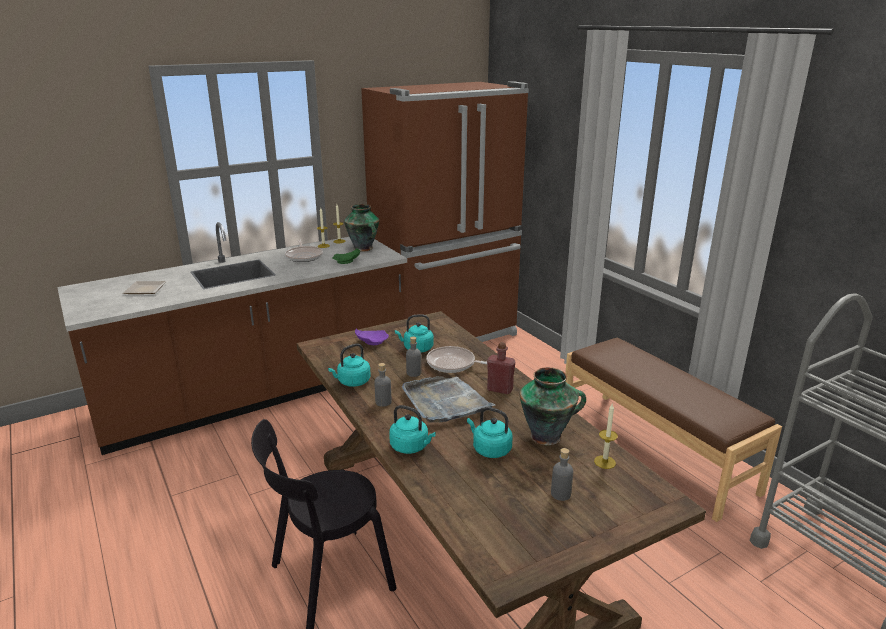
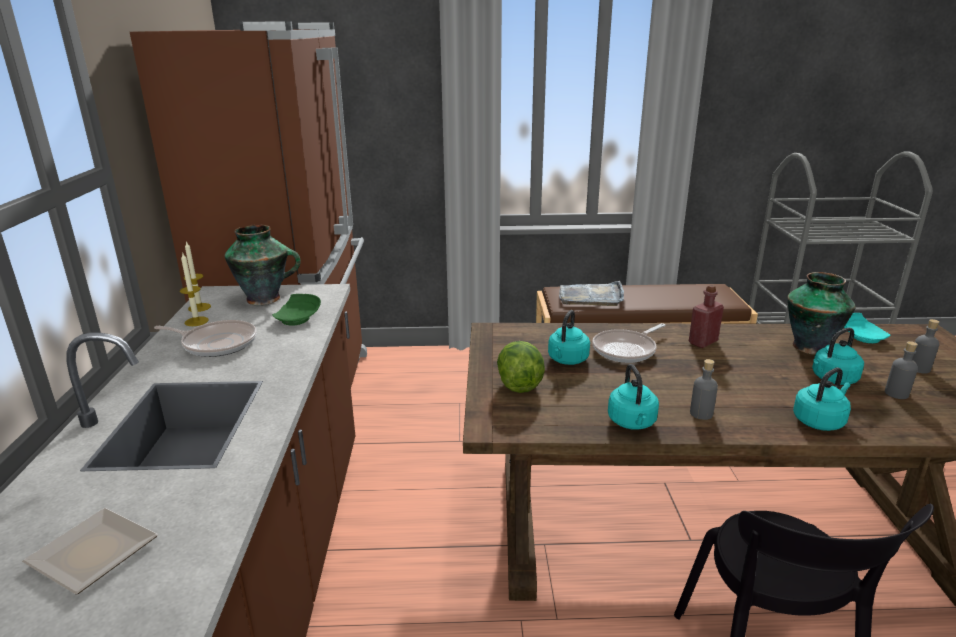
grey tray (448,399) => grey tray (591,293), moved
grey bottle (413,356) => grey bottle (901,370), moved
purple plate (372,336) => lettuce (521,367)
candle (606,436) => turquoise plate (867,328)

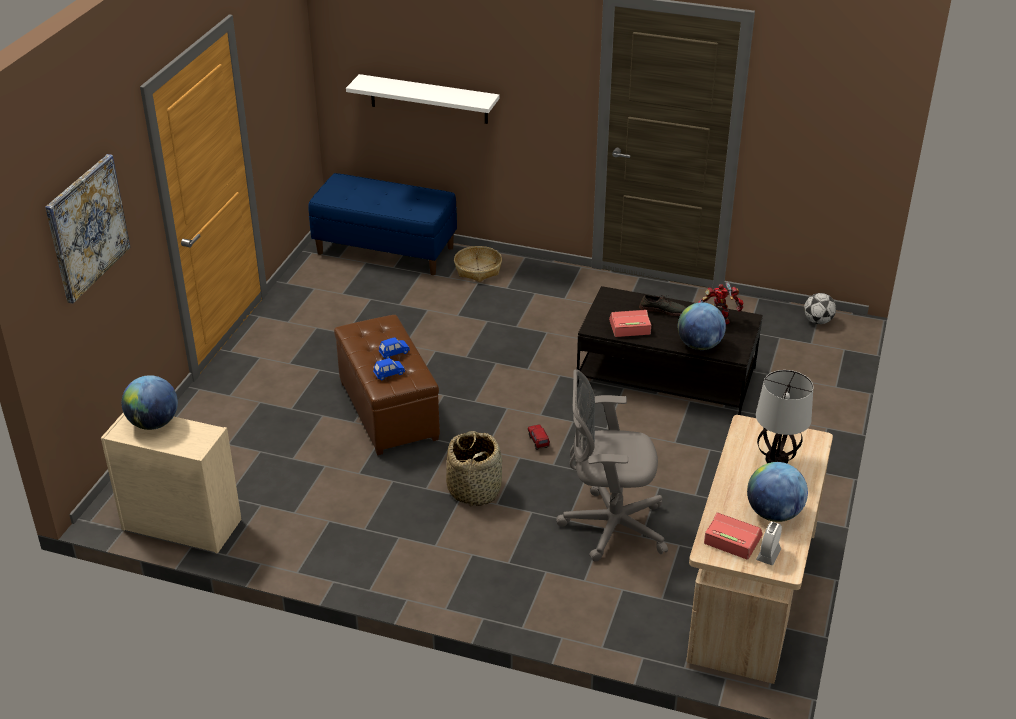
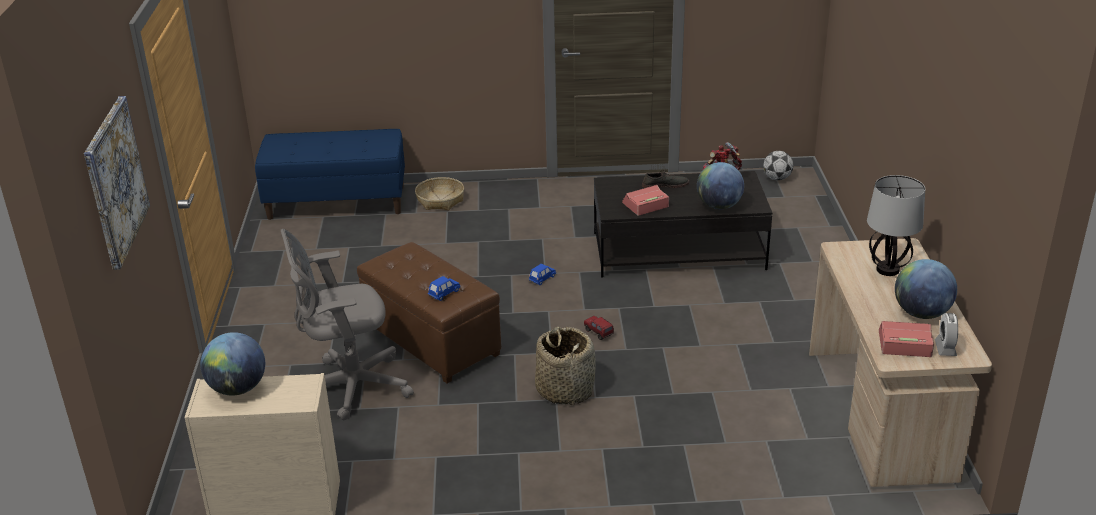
white shelf (423,99) => nothing
blue toy car (394,348) => blue toy car (542,274), moved
grey office chair (612,465) => grey office chair (347,324), moved

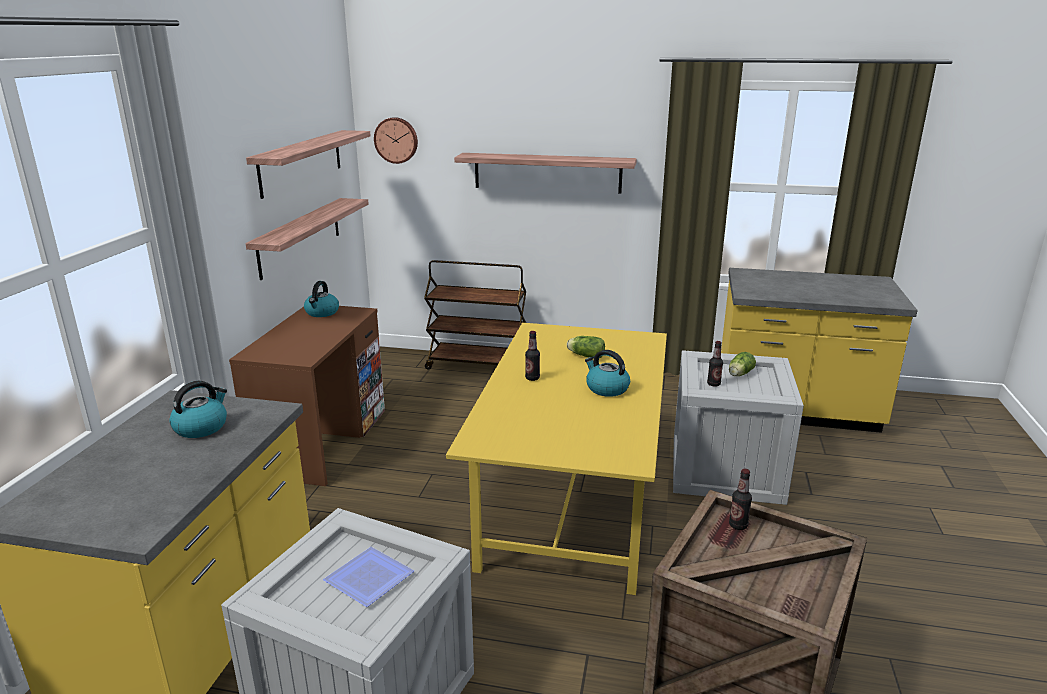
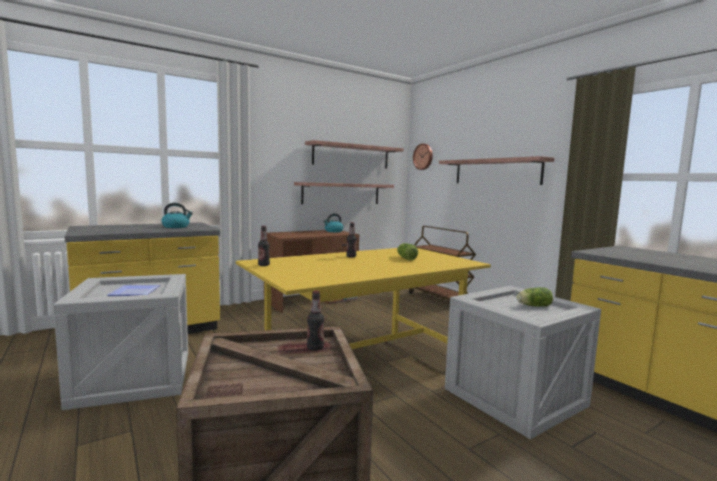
kettle (607,373) => nothing
bottle (715,364) => bottle (264,246), moved

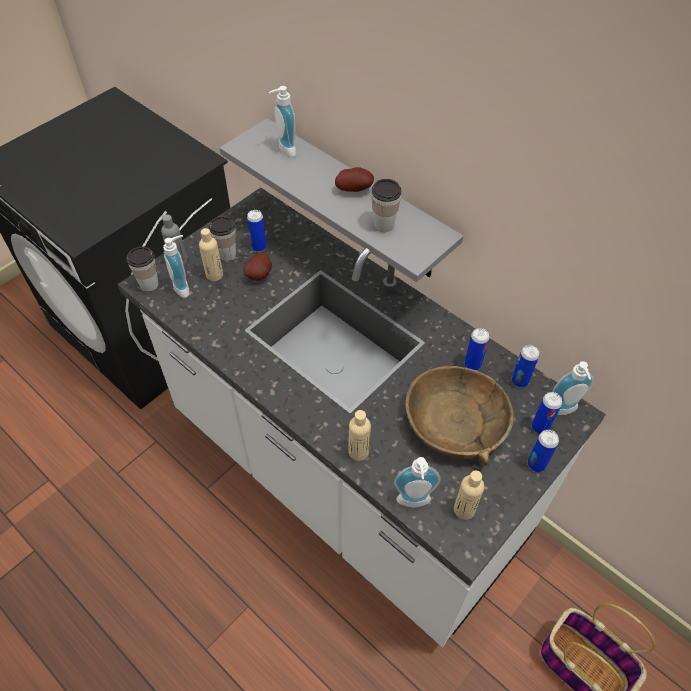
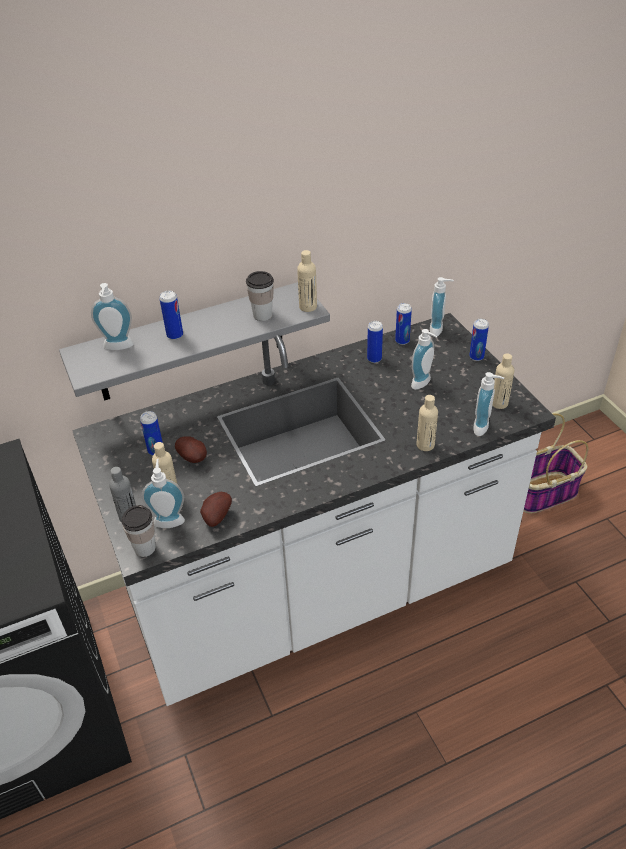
cup (222,238) => nothing
nothing => beige bottle (307,281)
potato (354,179) => potato (216,509), moved
can (547,413) => can (171,315), moved
brown bowl (459,416) => soap dispenser (424,359)

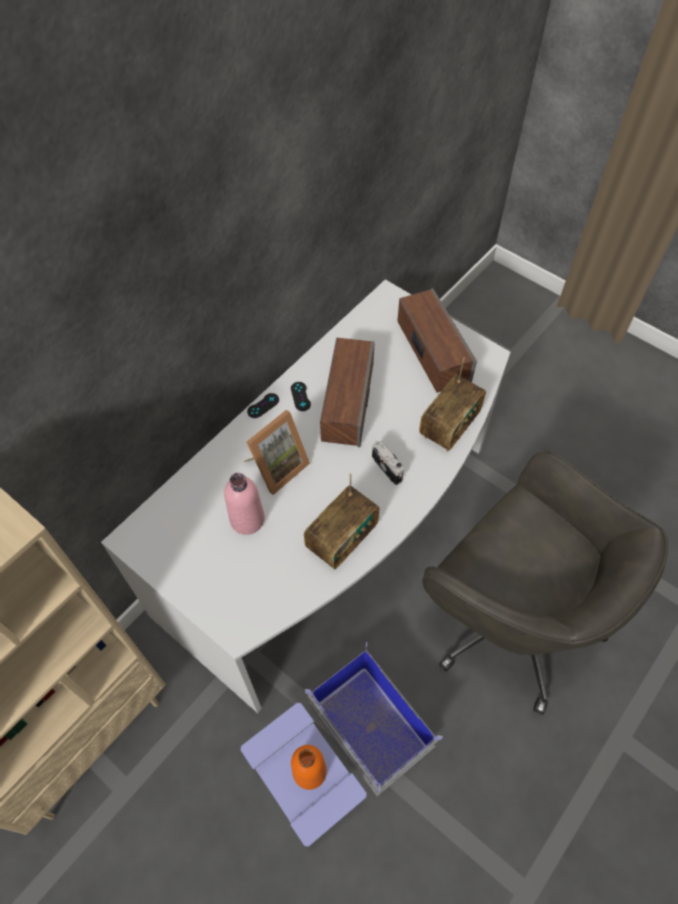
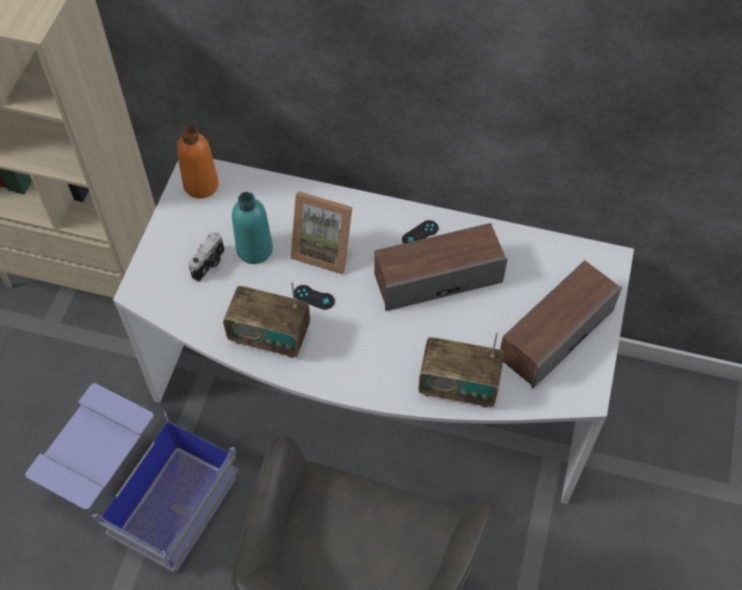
black game controller (263,405) => black game controller (314,297), moved
orange bottle (309,767) => orange bottle (198,162), moved
photo camera (388,463) => photo camera (206,257), moved
pink bottle (244,504) => turquoise bottle (252,228)

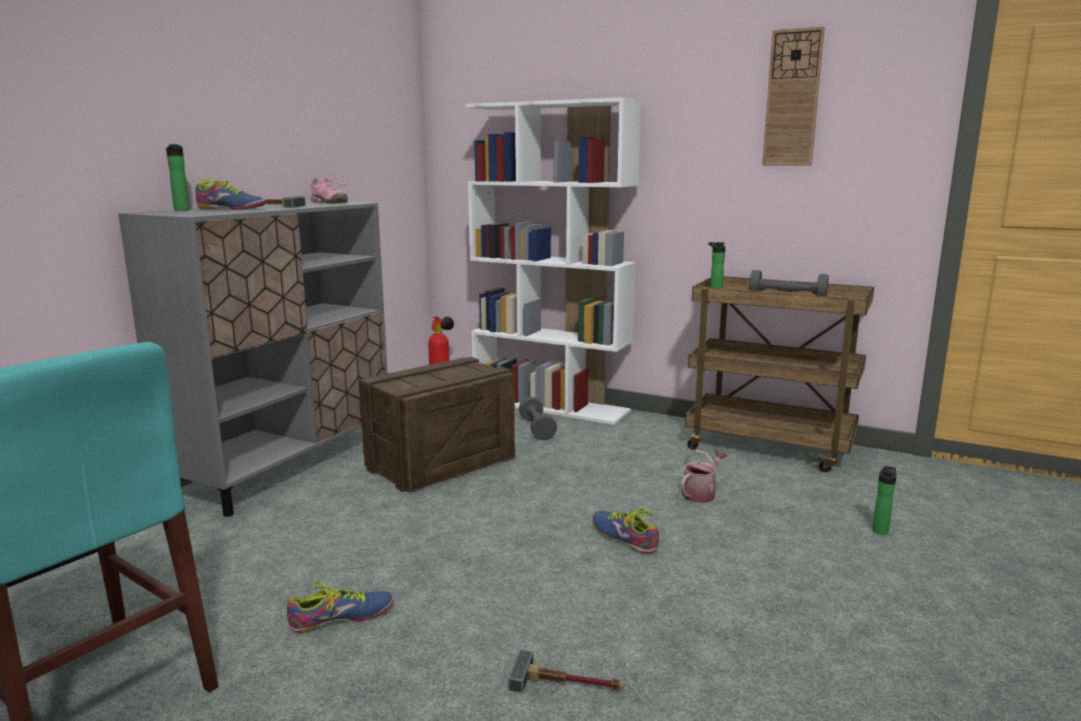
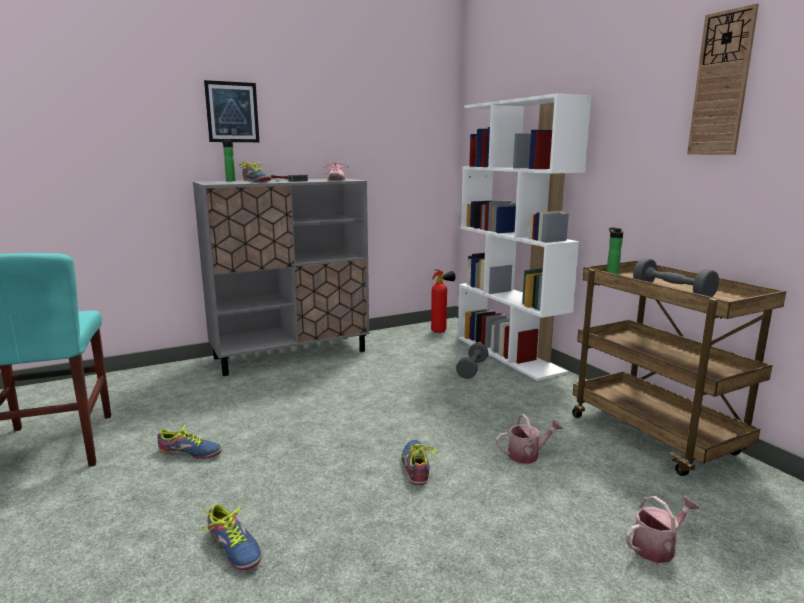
crate (436,425) => nothing
nothing => picture (231,111)
hammer (566,671) => shoe (232,537)
bottle (884,500) => watering can (662,529)

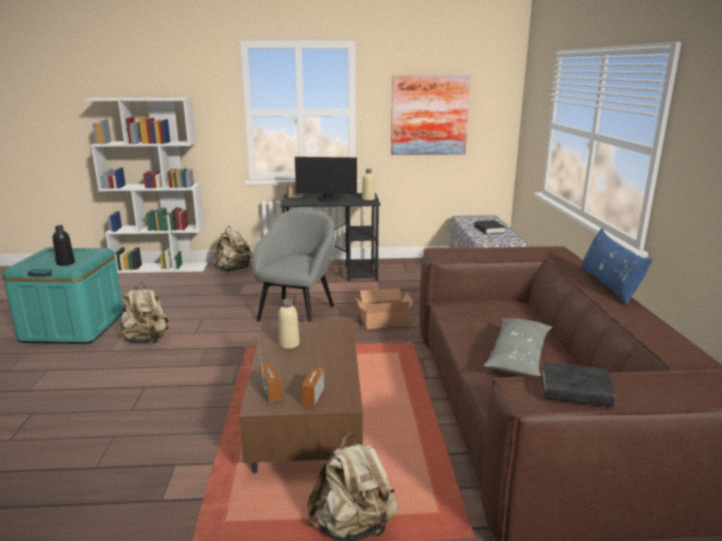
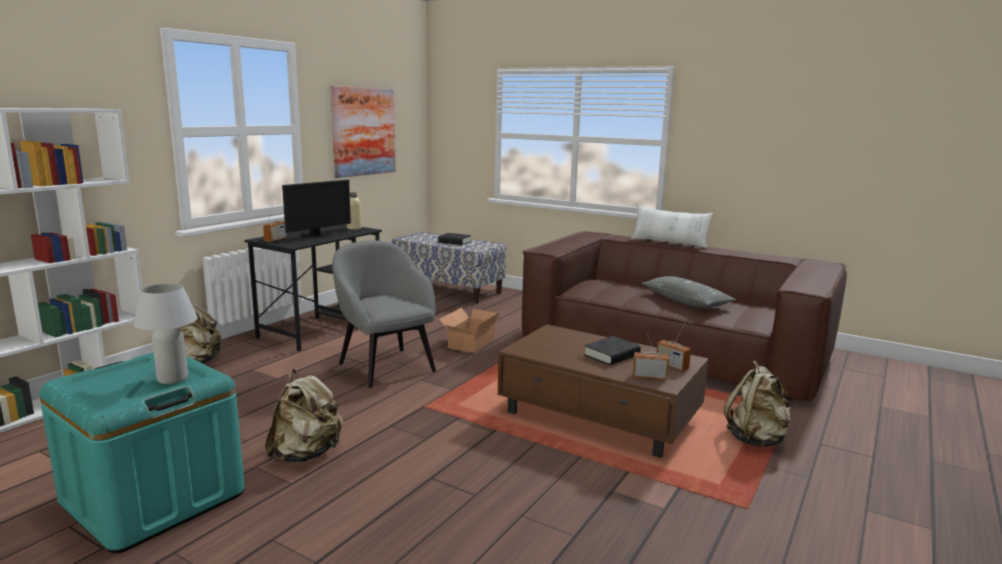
beige bottle (289,324) => nothing
black book (578,384) => black book (612,350), moved
black bottle (64,245) => white table lamp (165,333)
blue pillow (616,266) => white pillow (672,226)

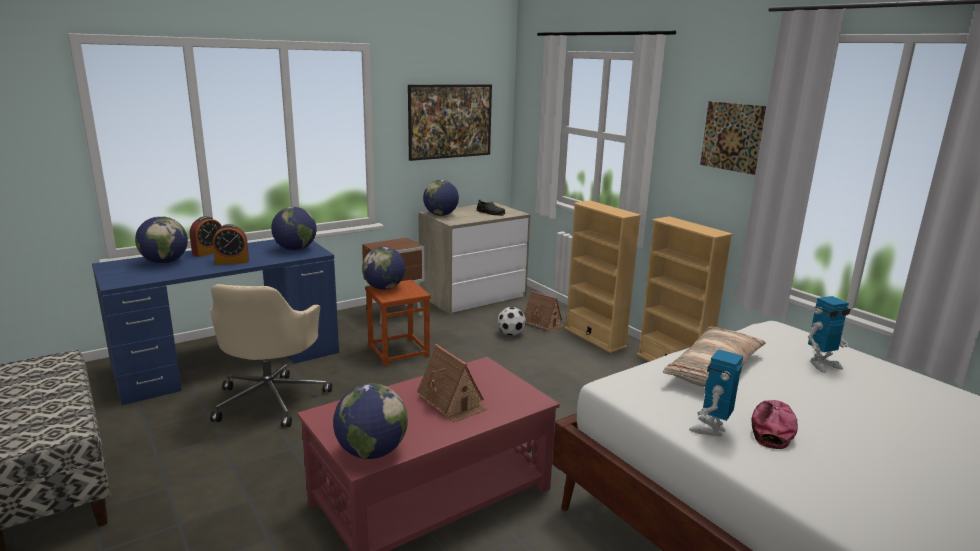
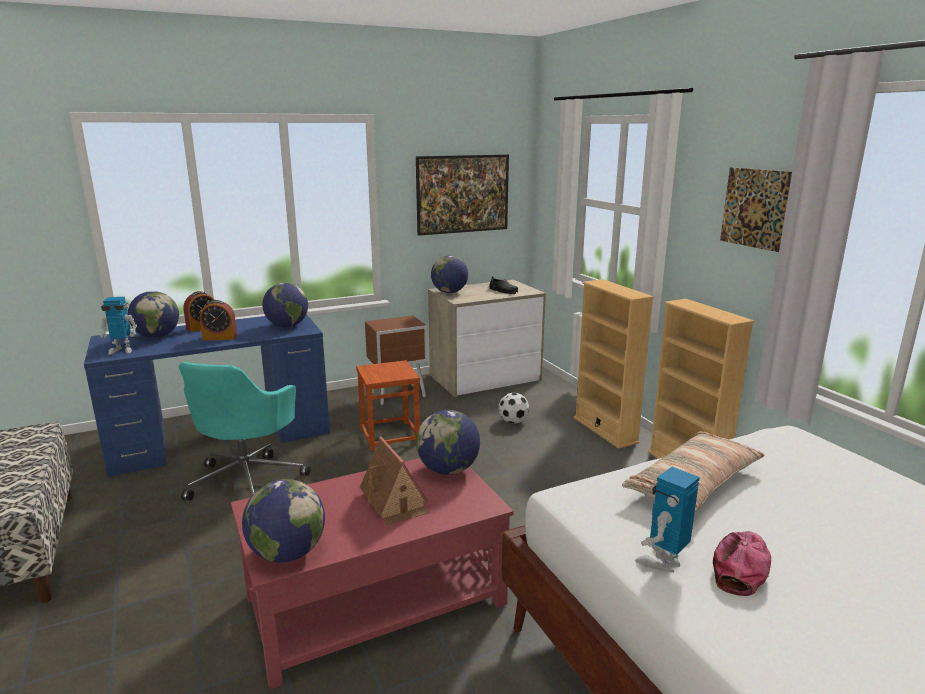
toy house (544,311) => nothing
globe (383,268) => globe (448,442), moved
toy robot (829,334) => toy robot (118,326), moved
beige office chair (271,355) => turquoise office chair (244,431)

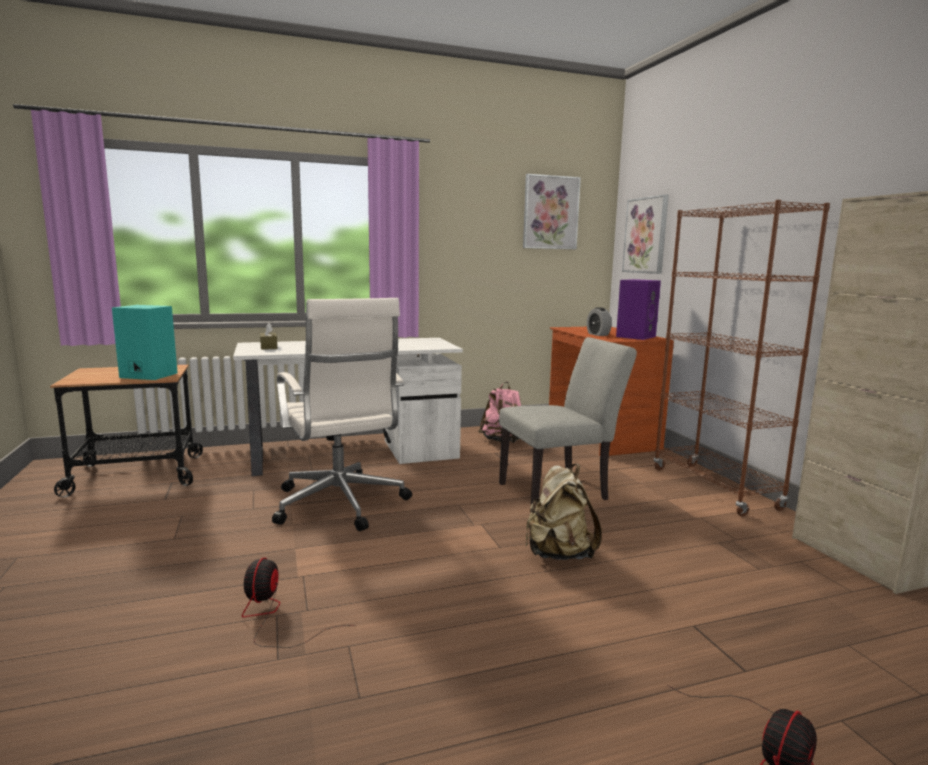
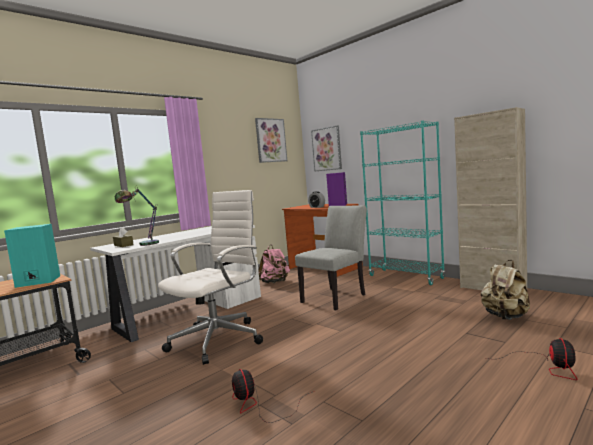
nothing => table lamp (137,216)
beige backpack (563,512) => beige backpack (505,290), moved
brown bookcase (742,358) => turquoise bookcase (402,203)
white office chair (342,414) => white office chair (210,277), 90 degrees counterclockwise

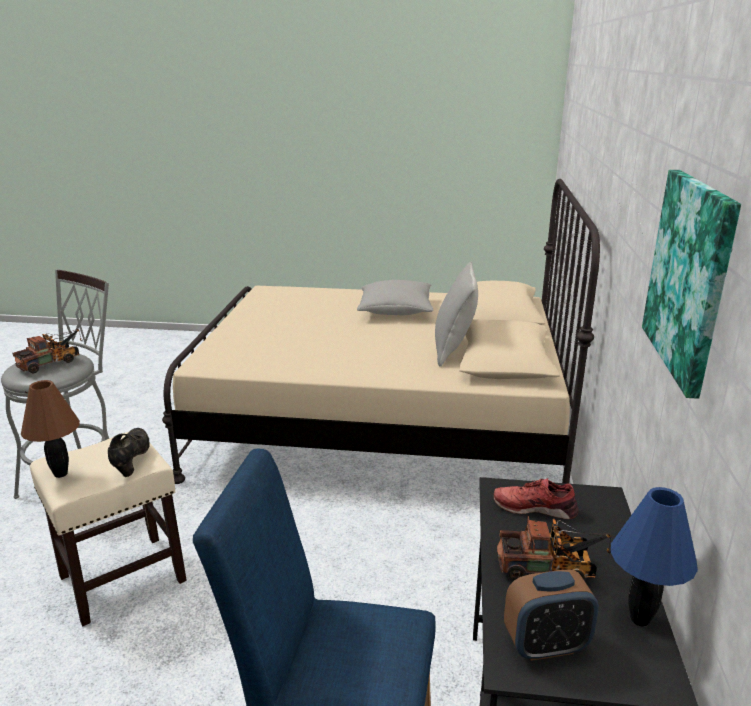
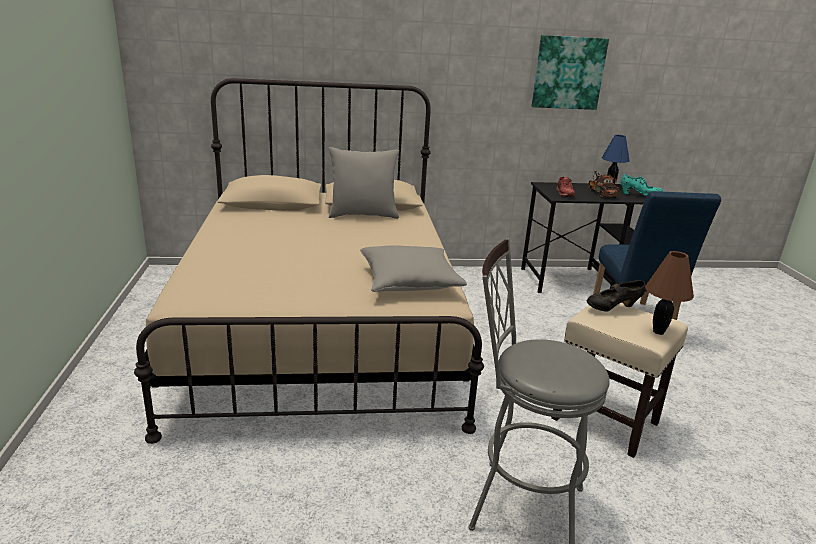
toy truck (47,351) => nothing
grey pillow (395,297) => grey pillow (413,268), moved
alarm clock (551,615) => turquoise shoe (642,185)

